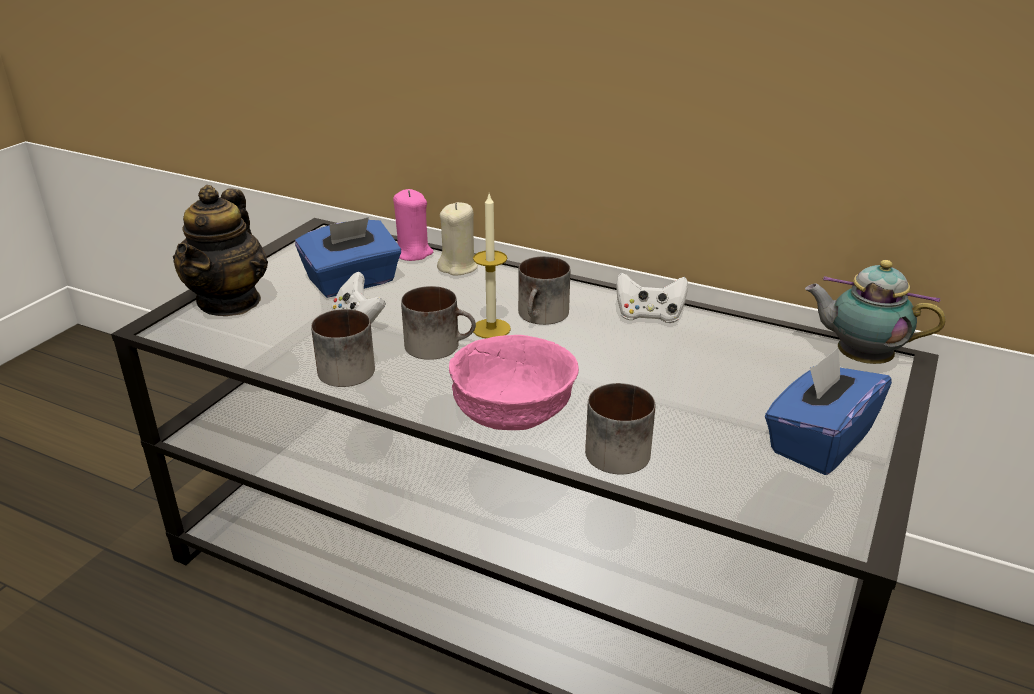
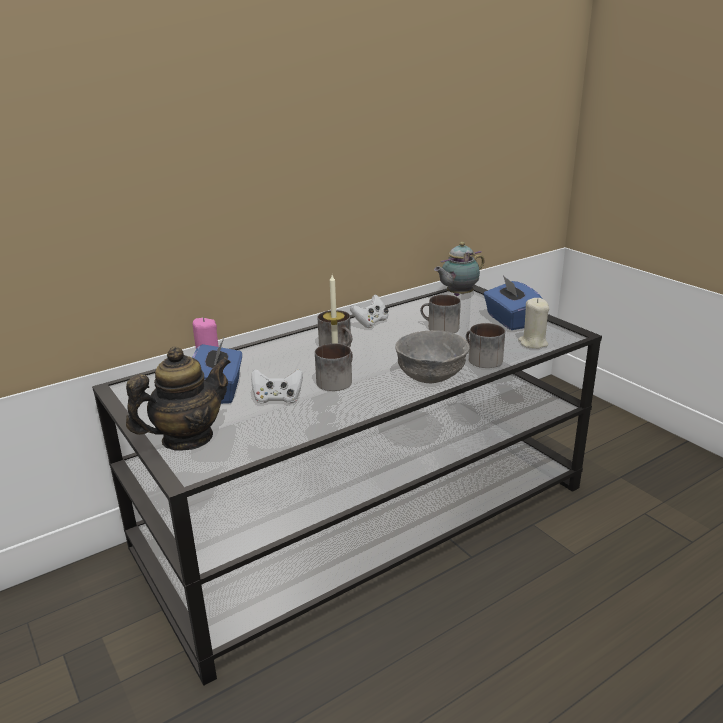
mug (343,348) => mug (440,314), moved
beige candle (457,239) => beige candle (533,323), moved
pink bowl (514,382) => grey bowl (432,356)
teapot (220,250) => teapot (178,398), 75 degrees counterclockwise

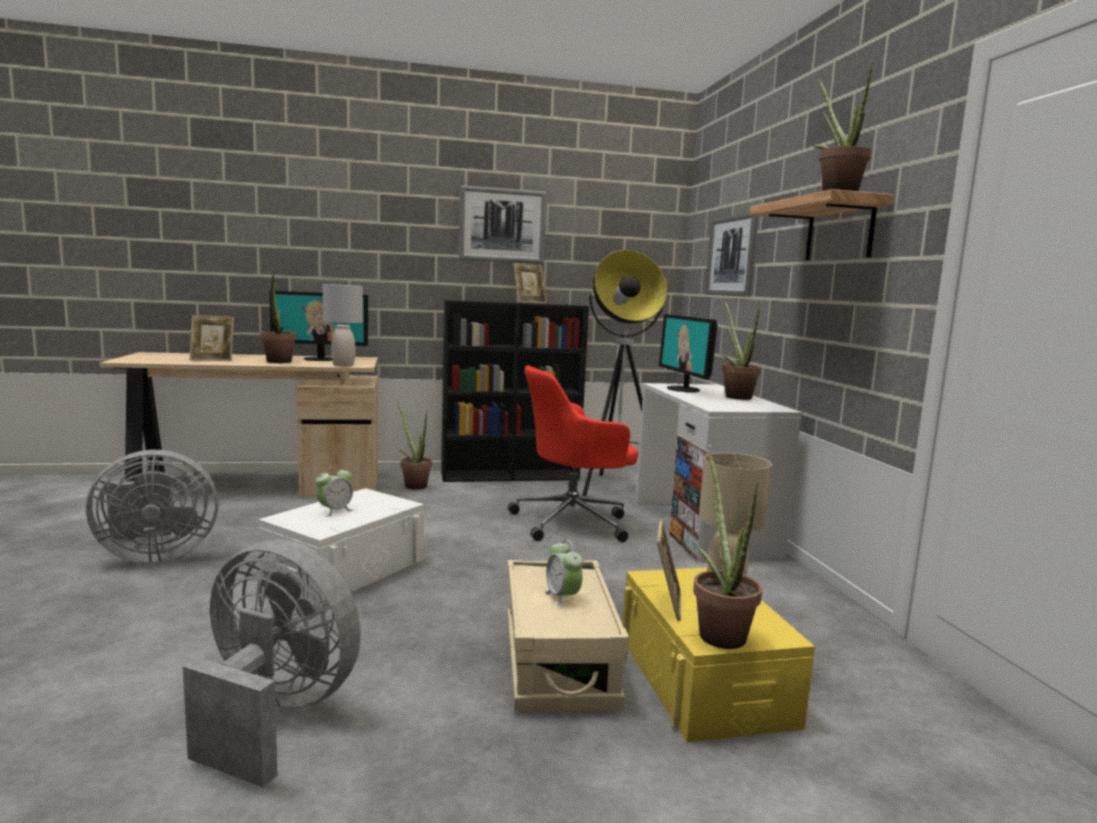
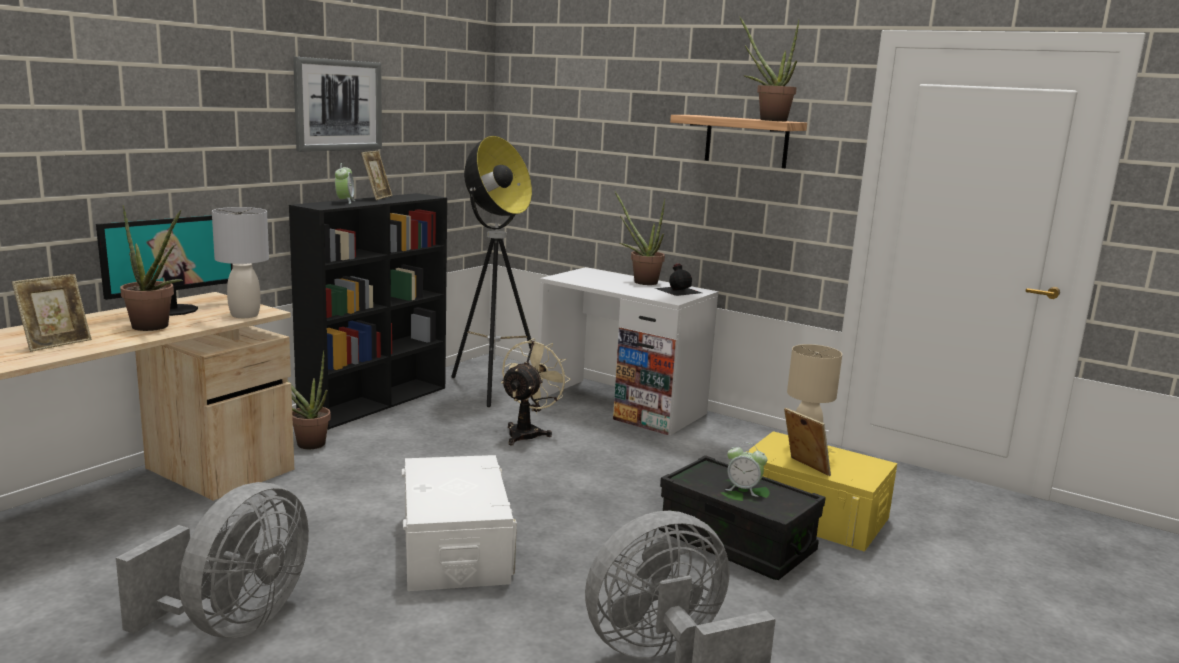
monitor (688,353) => nothing
potted plant (727,550) => nothing
picture (732,254) => nothing
nothing => black bottle (678,279)
alarm clock (334,491) => alarm clock (345,183), moved
red office chair (573,453) => beige fan (536,391)
beige storage box (568,636) => black storage box (742,517)

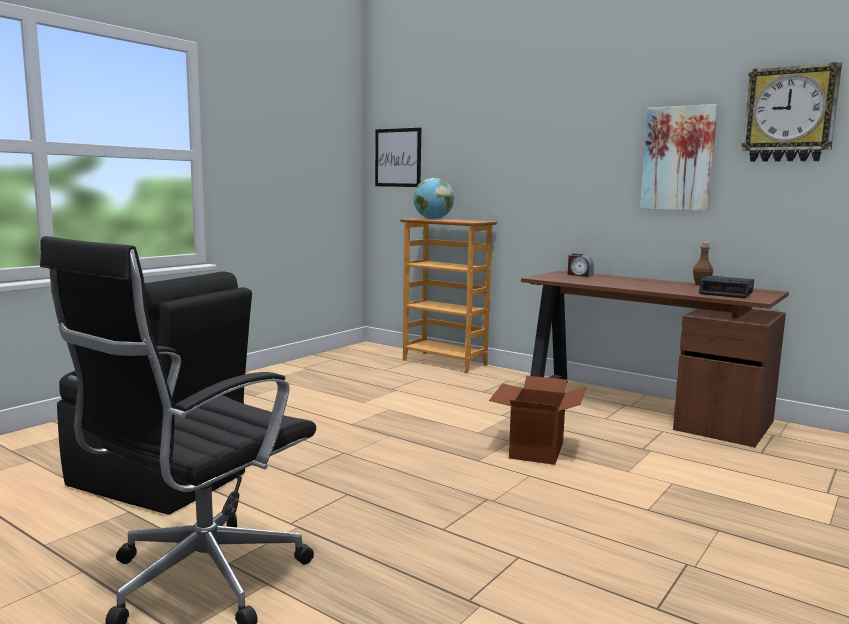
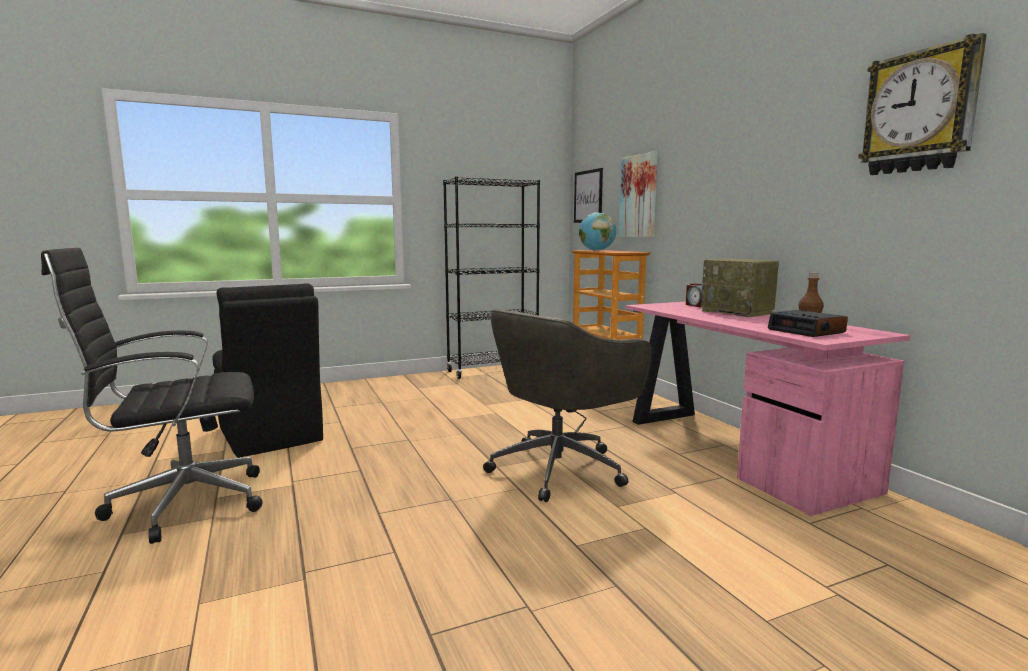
nothing => black bookcase (491,277)
nothing => radio (740,288)
picture (679,157) => picture (638,194), moved
cardboard box (537,420) => grey office chair (567,405)
brown desk (655,359) => pink desk (768,409)

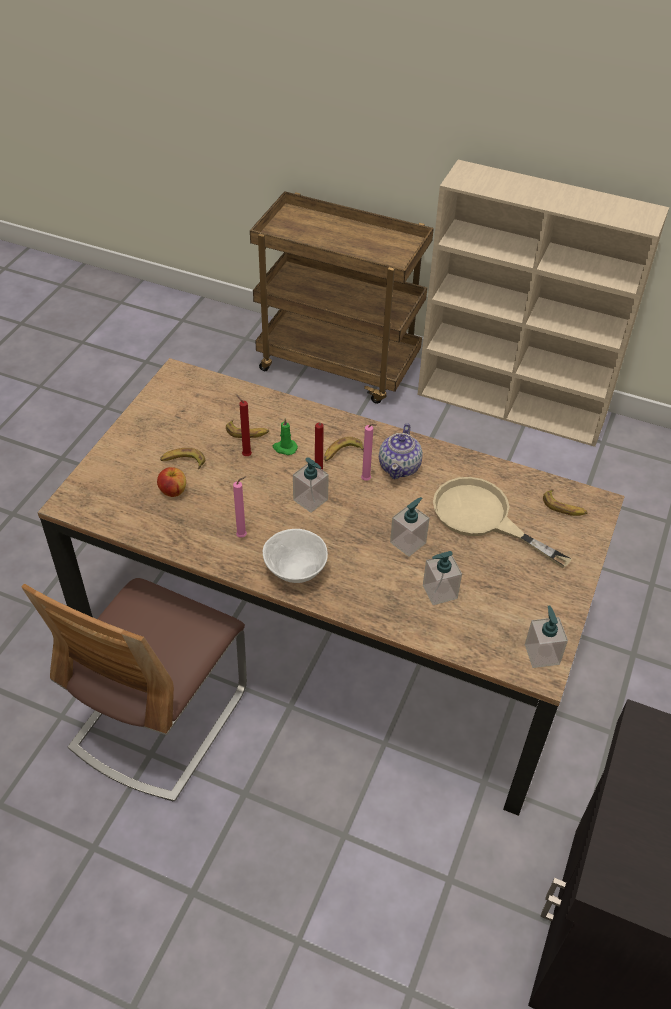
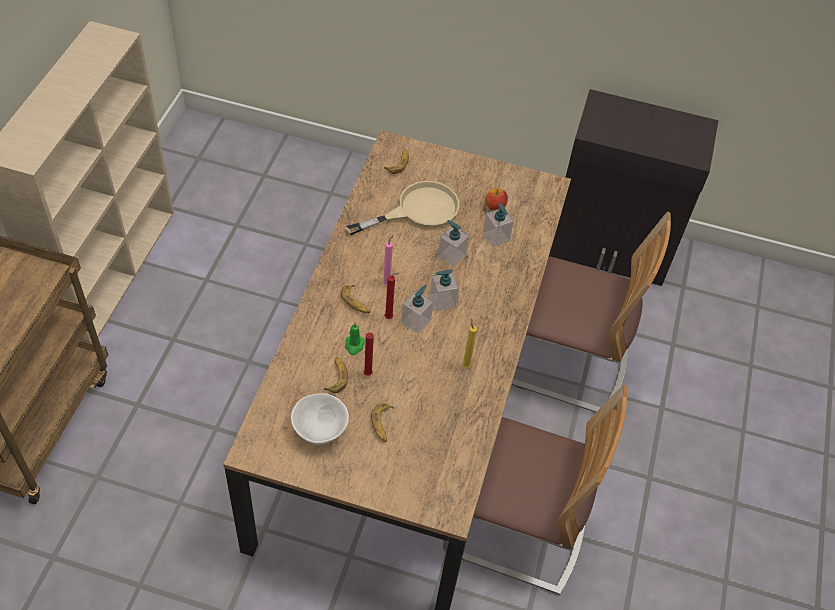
teapot (401,451) => nothing
nothing => chair (591,312)
apple (171,482) => apple (496,199), moved
white bowl (295,556) => white bowl (320,419), moved
soap dispenser (546,637) => soap dispenser (444,290), moved
pink candle (240,507) => yellow candle (469,343)
beige frying pan (502,522) => beige frying pan (402,208), 150 degrees counterclockwise

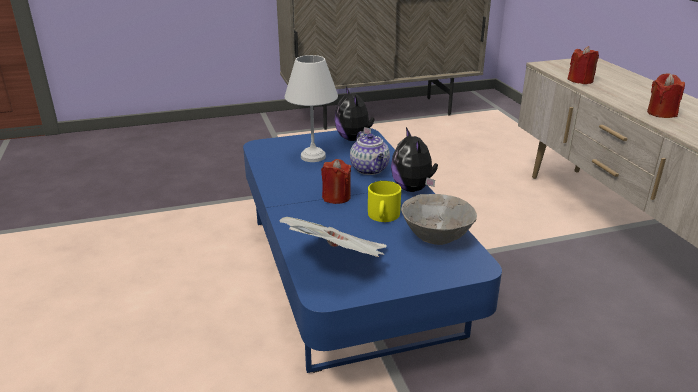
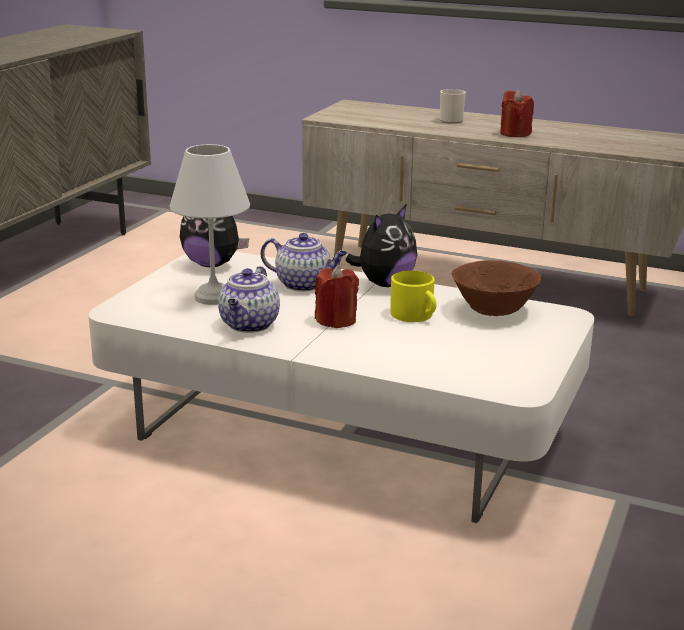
newspaper (333,237) => nothing
red candle (583,65) => nothing
nothing => teapot (249,299)
nothing => mug (453,106)
blue coffee table (372,250) => white coffee table (341,387)
grey bowl (439,219) => brown bowl (496,288)
plush toy (414,159) => plush toy (381,245), 75 degrees counterclockwise

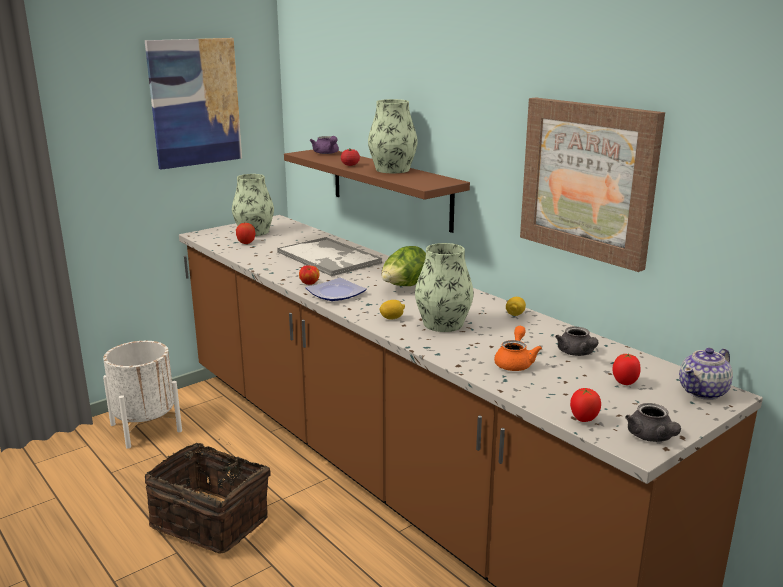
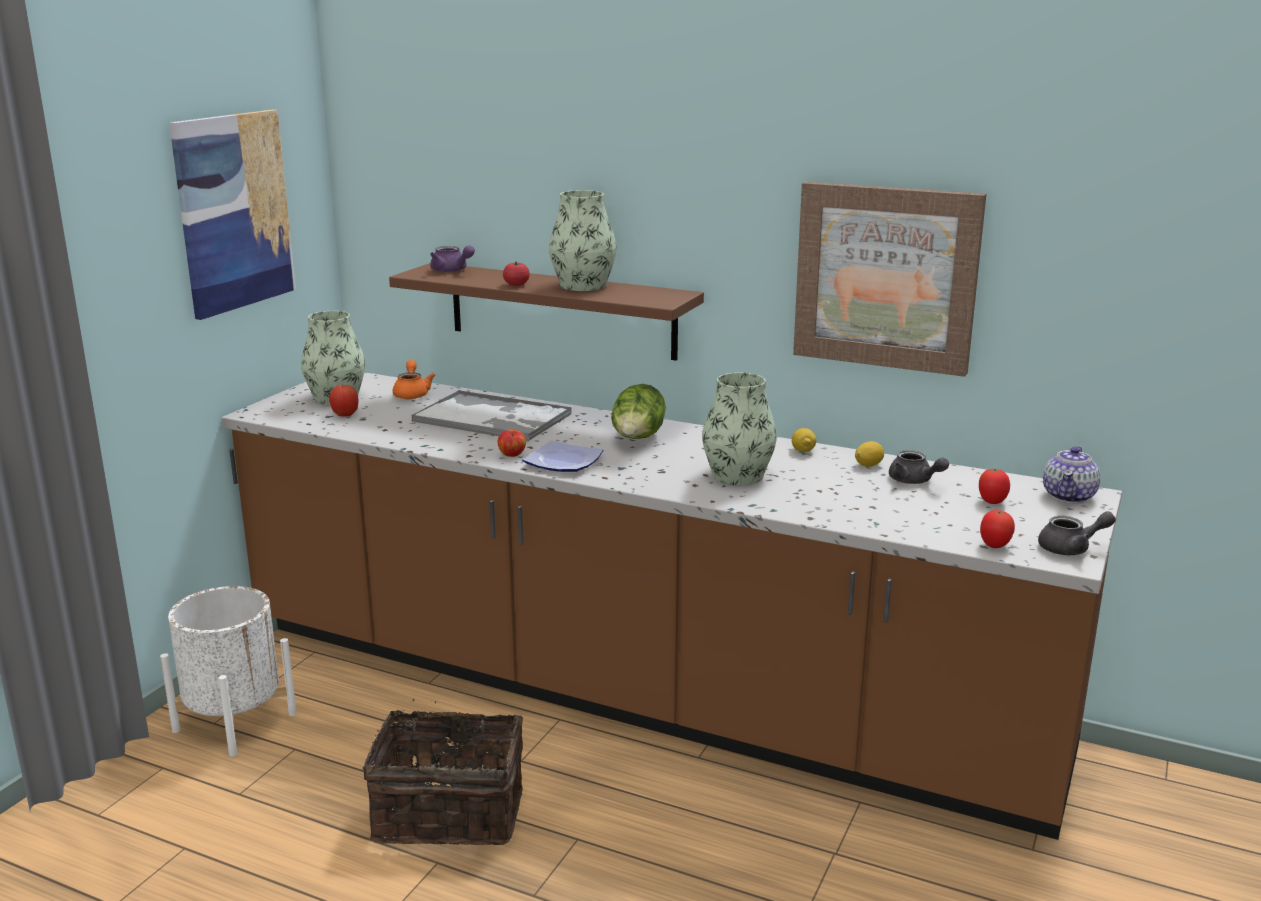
lemon (392,309) => lemon (869,454), moved
orange teapot (518,348) => orange teapot (414,379), moved
grey teapot (653,422) => grey teapot (1077,533), 60 degrees counterclockwise

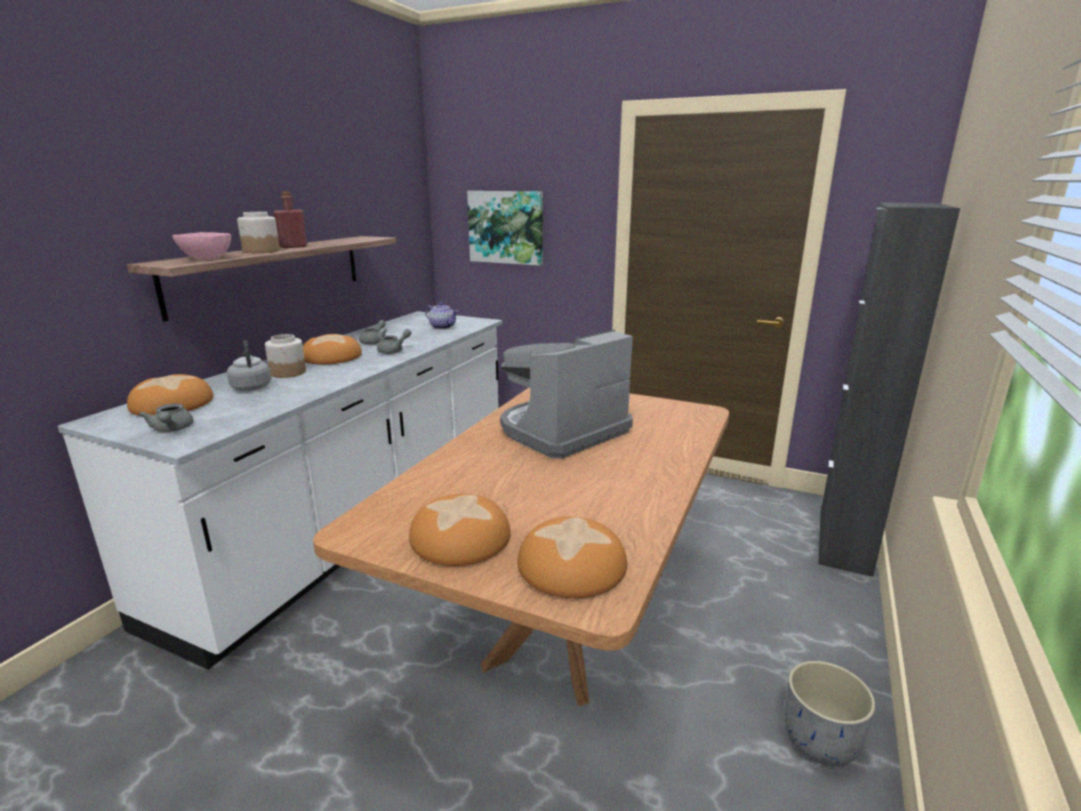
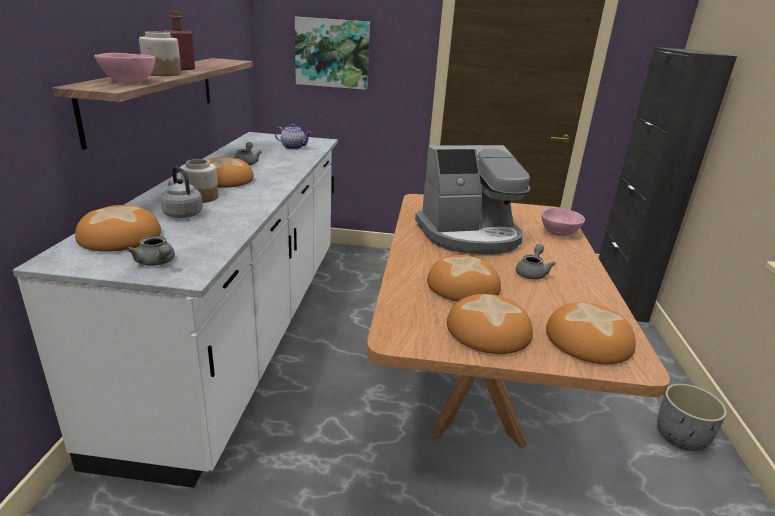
nothing => bread (464,278)
nothing => pink bowl (563,222)
grey teapot (394,341) => grey teapot (536,262), moved
coffee machine (566,394) => coffee machine (473,199), 135 degrees counterclockwise

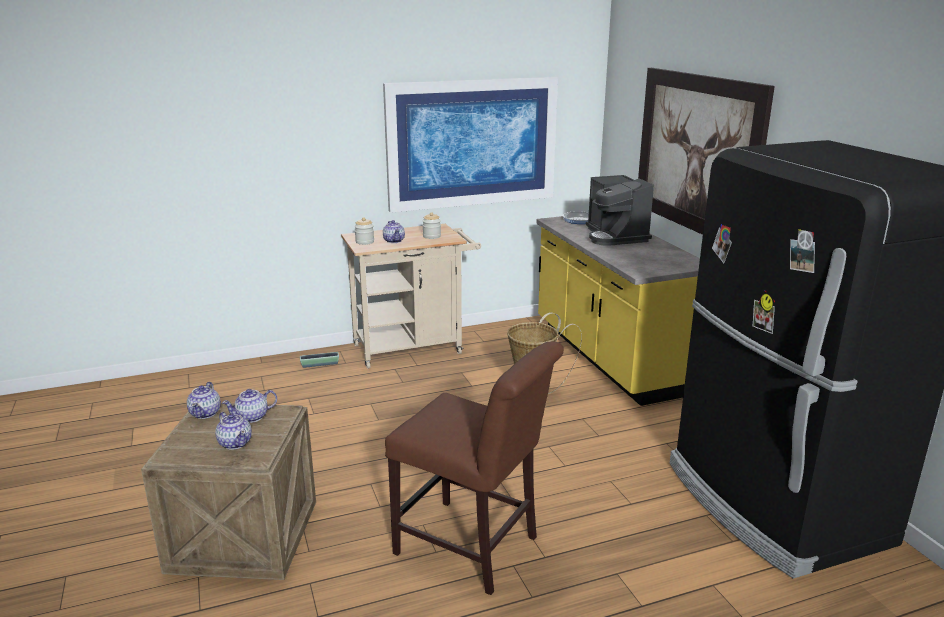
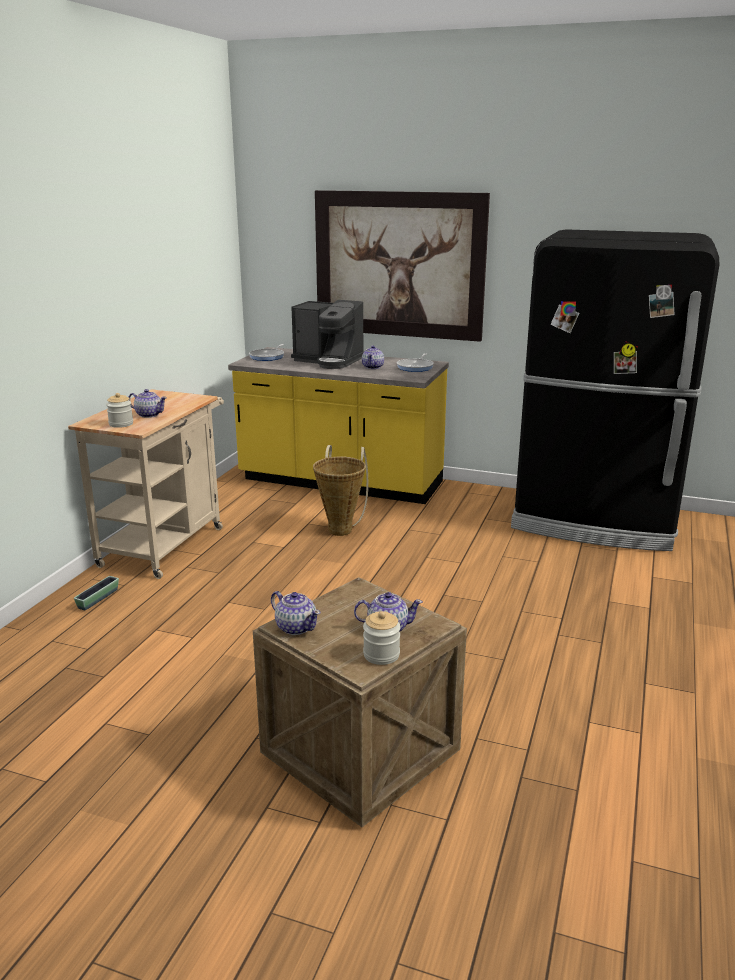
picture (470,145) => nothing
brown chair (474,468) => nothing
nothing => frying pan (415,362)
teapot (249,406) => teapot (373,357), moved
jar (431,225) => jar (381,638), moved

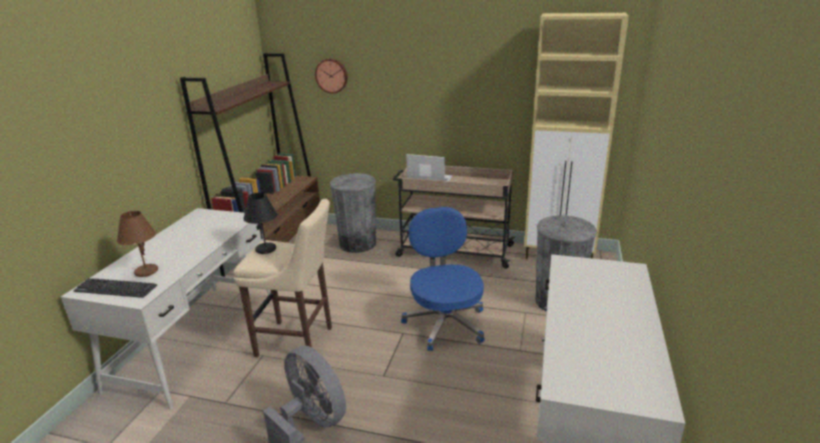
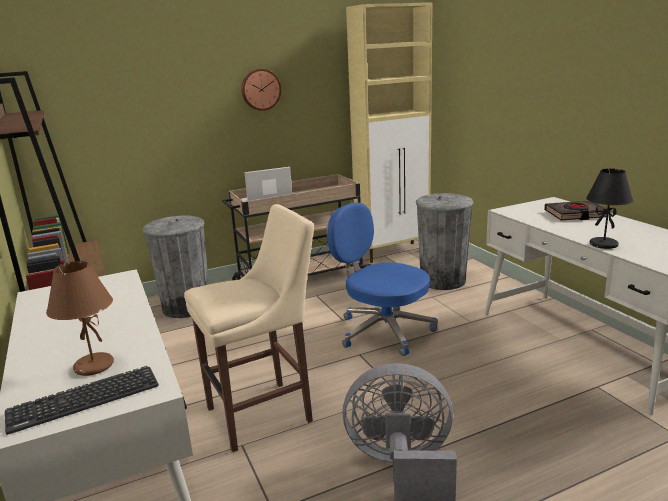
nothing => black book (576,210)
black table lamp (260,223) => black table lamp (609,209), moved
wall clock (331,76) => wall clock (261,90), moved

